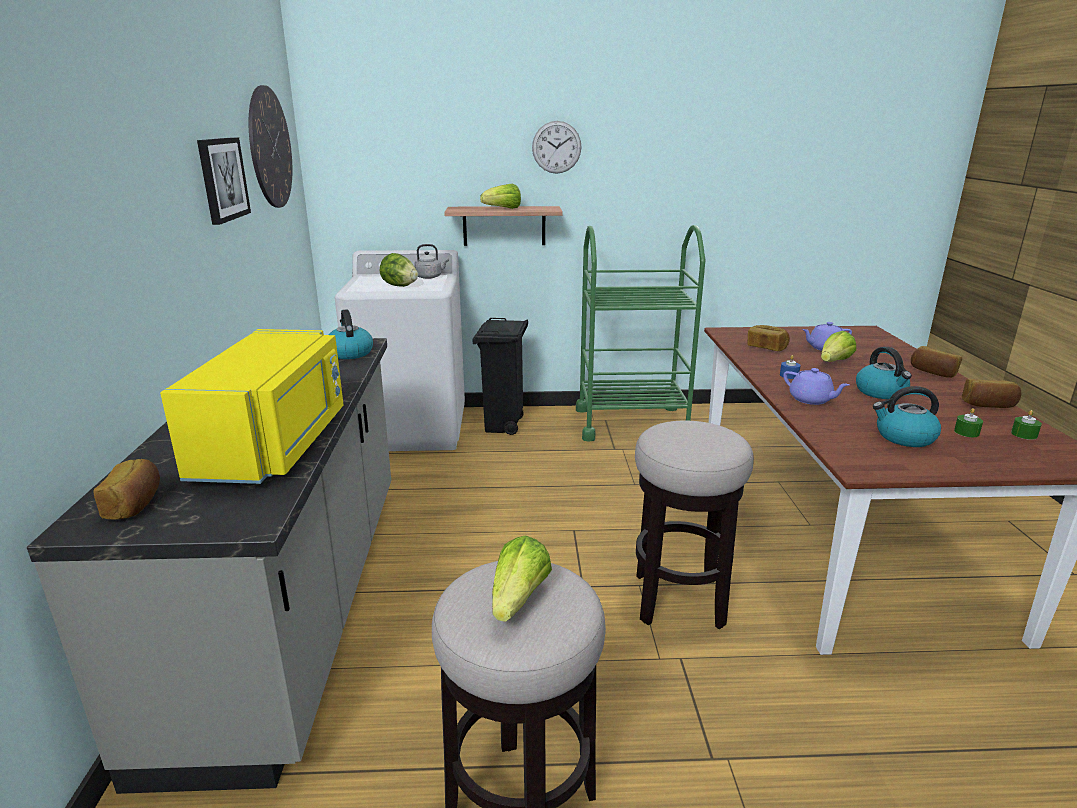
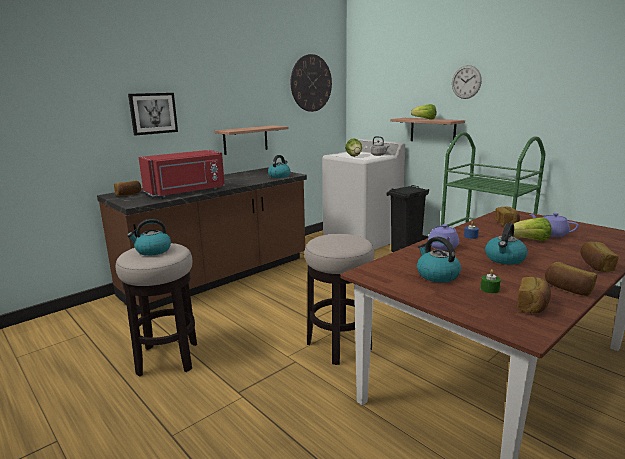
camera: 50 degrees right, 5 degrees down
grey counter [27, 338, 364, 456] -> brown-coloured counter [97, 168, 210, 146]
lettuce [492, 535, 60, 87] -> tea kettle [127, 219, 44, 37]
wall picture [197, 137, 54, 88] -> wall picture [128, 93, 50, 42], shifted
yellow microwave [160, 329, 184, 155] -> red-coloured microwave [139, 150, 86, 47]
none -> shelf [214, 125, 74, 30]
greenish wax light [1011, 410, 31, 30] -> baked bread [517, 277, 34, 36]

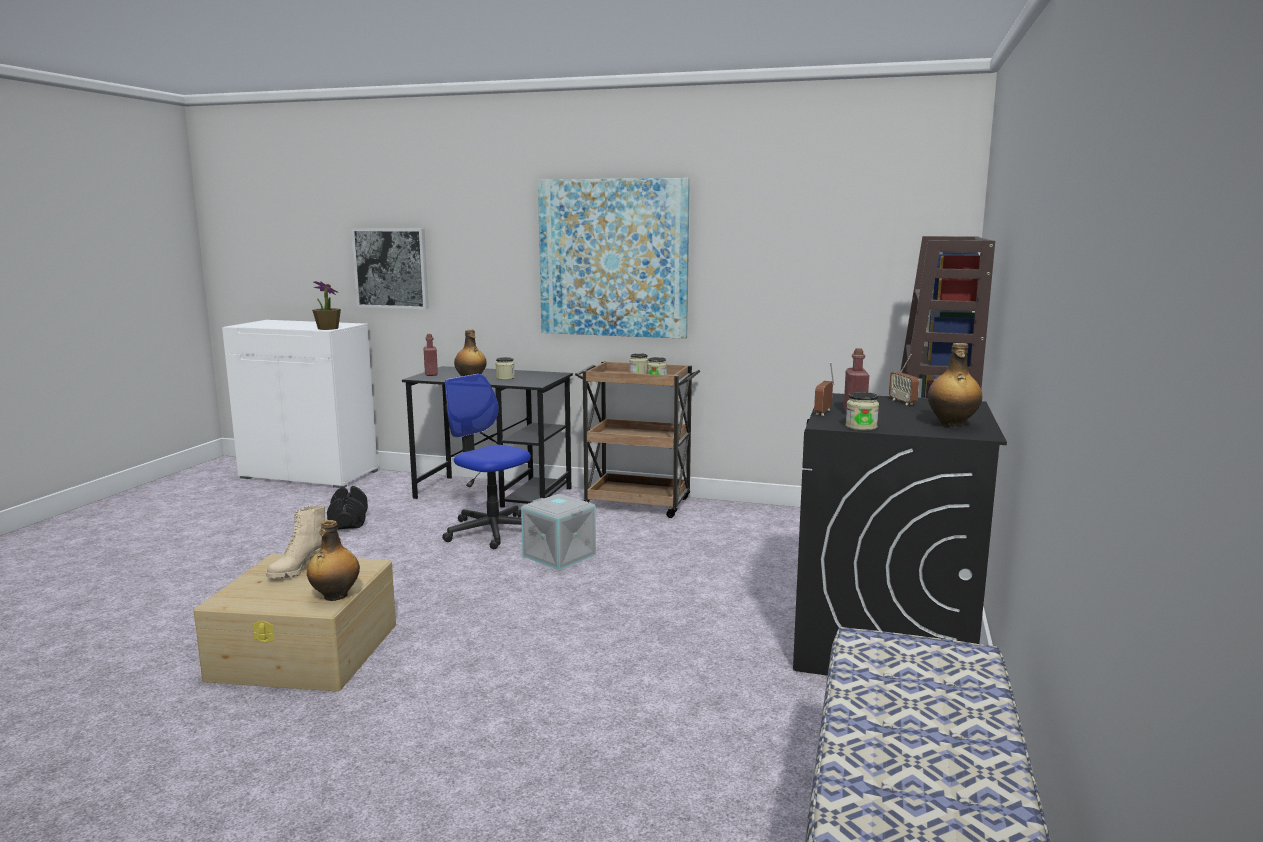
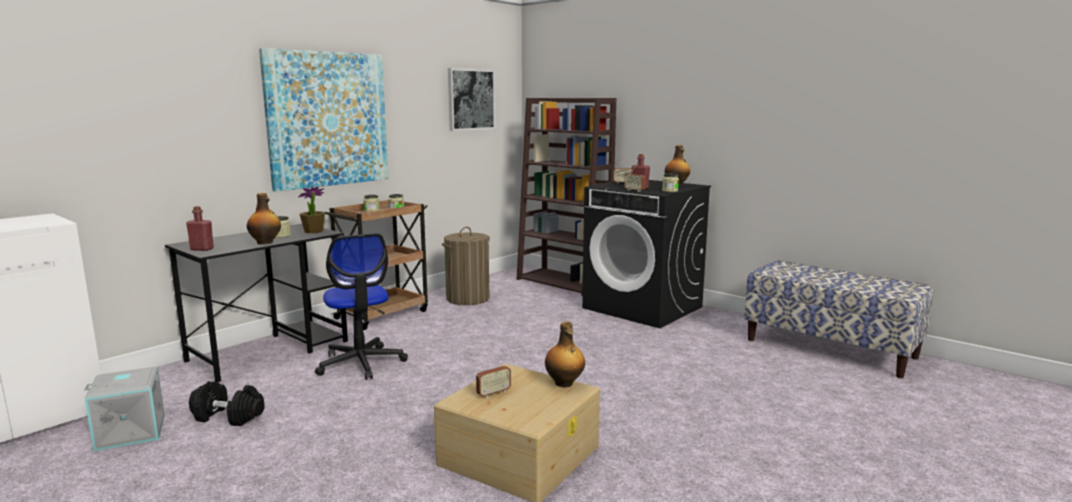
camera: 65 degrees left, 0 degrees up
grey storage container [521, 494, 75, 76] -> grey storage container [84, 367, 81, 84], shifted
houseplant [312, 281, 29, 49] -> houseplant [298, 186, 27, 47], shifted
desk chair [442, 374, 89, 175] -> desk chair [315, 233, 93, 147], 90 degrees counterclockwise
none -> laundry basket [442, 227, 48, 78]
wall picture [351, 228, 78, 81] -> wall picture [448, 68, 47, 63], shifted
beige-coloured tall boot [266, 505, 59, 74] -> radio receiver [476, 351, 35, 47]

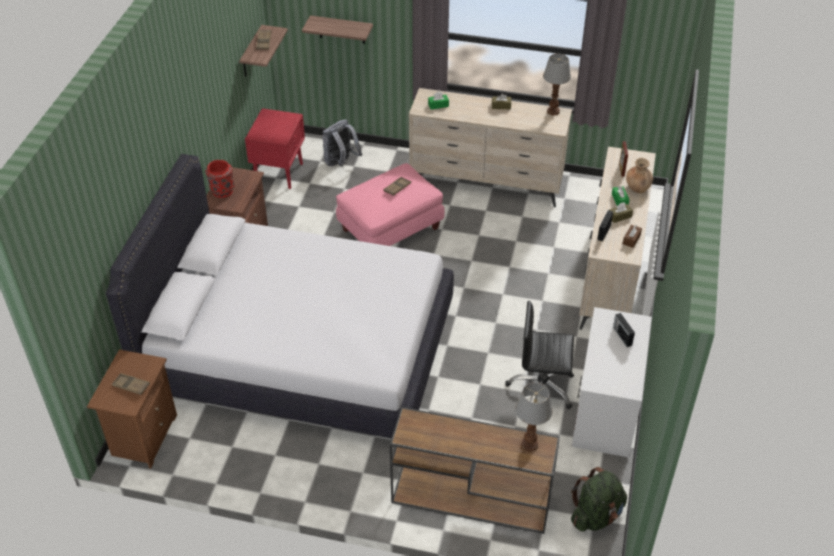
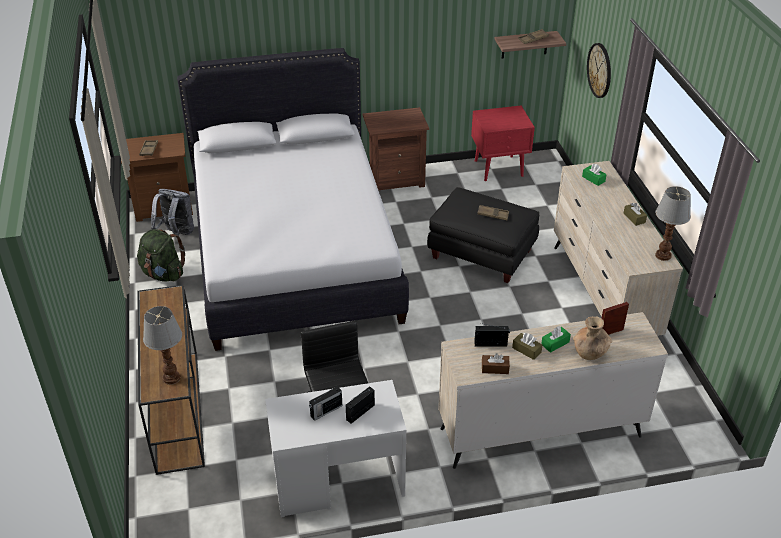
camera: 65 degrees right, 5 degrees down
greenish rucksack [571, 467, 56, 65] -> greenish rucksack [137, 229, 48, 53], shifted
grey rucksack [322, 119, 41, 48] -> grey rucksack [151, 189, 43, 47], shifted
none -> radio receiver [309, 387, 33, 34]
pink footrest [336, 163, 109, 83] -> black footrest [427, 187, 112, 96]
shelf [302, 15, 71, 29] -> wall clock [587, 43, 24, 55]
red-coloured flower vase [206, 160, 28, 38] -> none

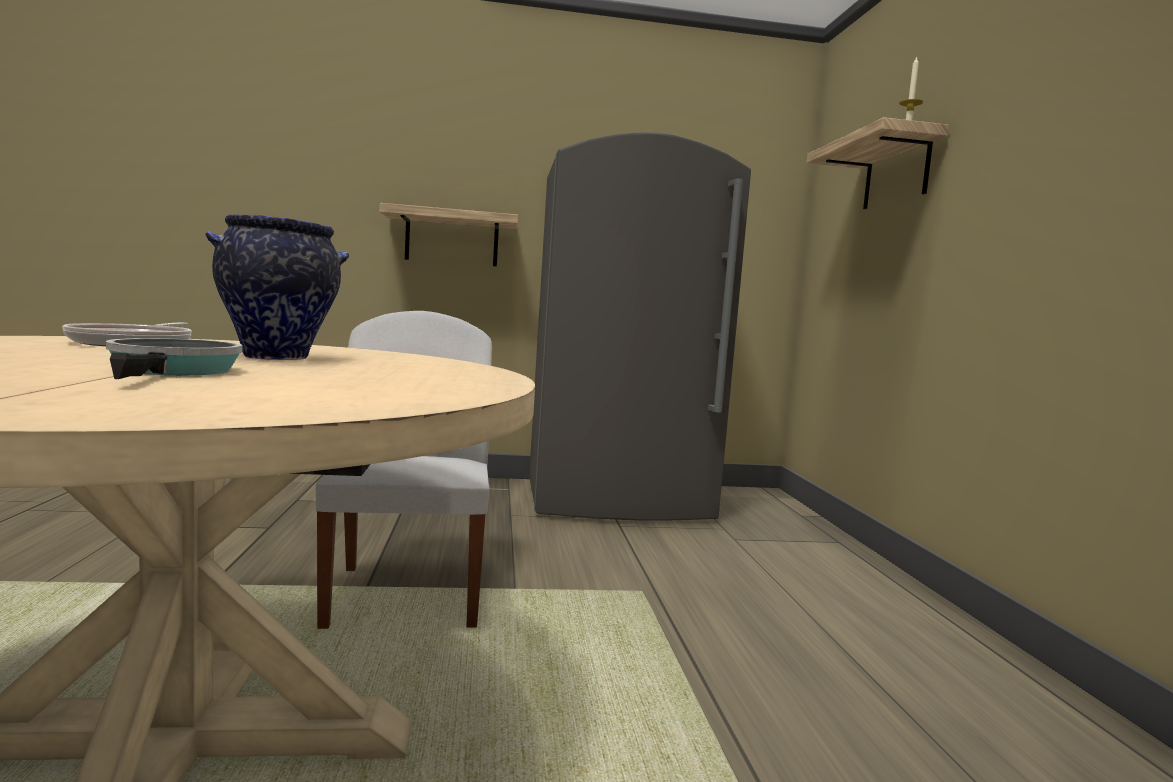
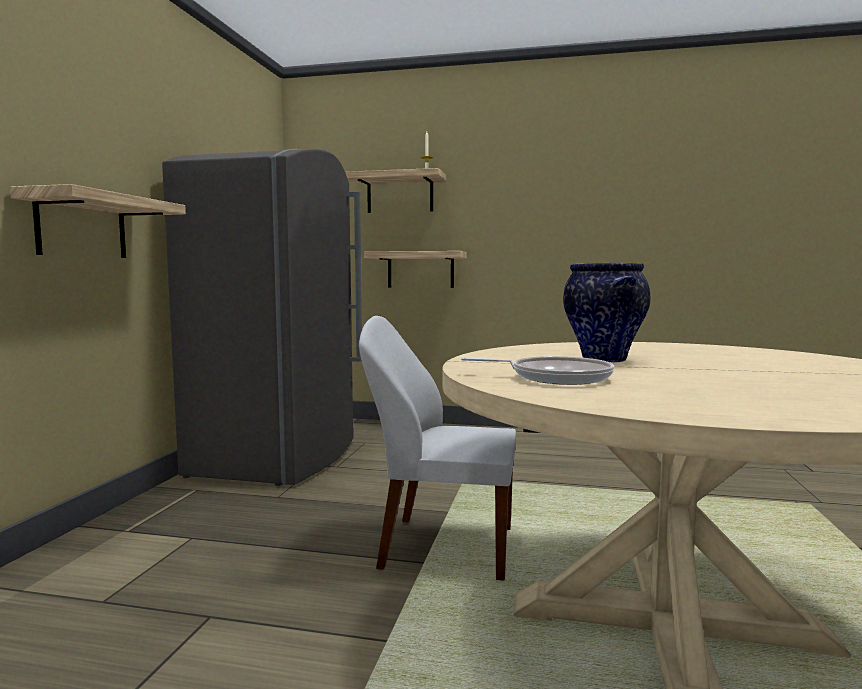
camera: 70 degrees left, 0 degrees up
none -> shelf [364, 251, 103, 37]
pan [106, 338, 136, 41] -> none

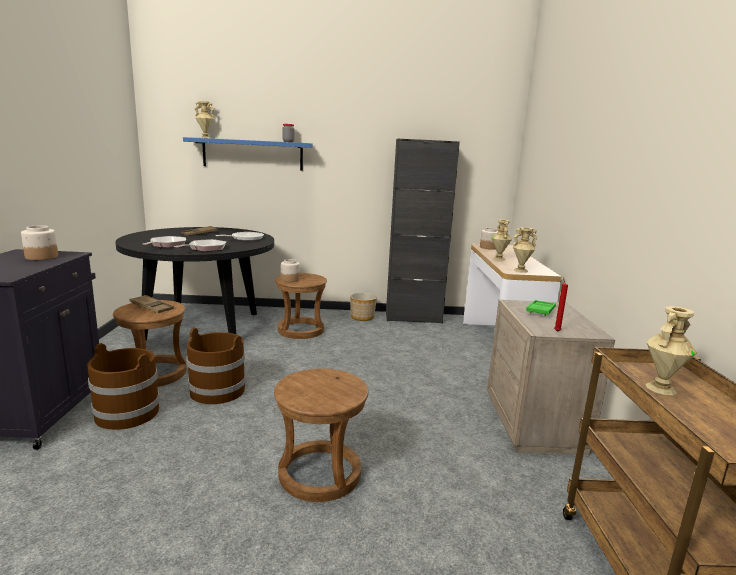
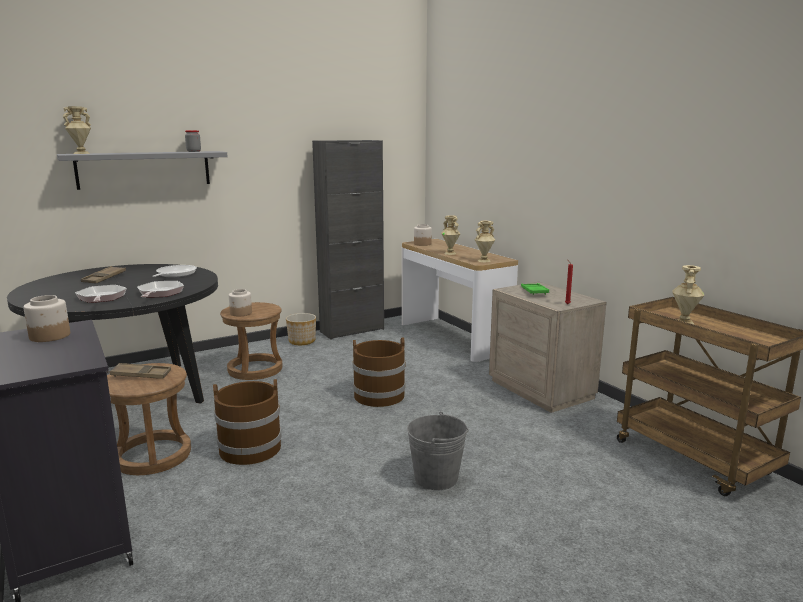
camera: 30 degrees left, 0 degrees up
blue shelf [183, 137, 130, 34] -> grey shelf [57, 151, 171, 39]
brown-coloured bucket [87, 343, 73, 87] -> brown-coloured bucket [353, 337, 52, 70], shifted
brown-coloured sitting stool [274, 369, 95, 133] -> grey bucket [407, 412, 62, 78]

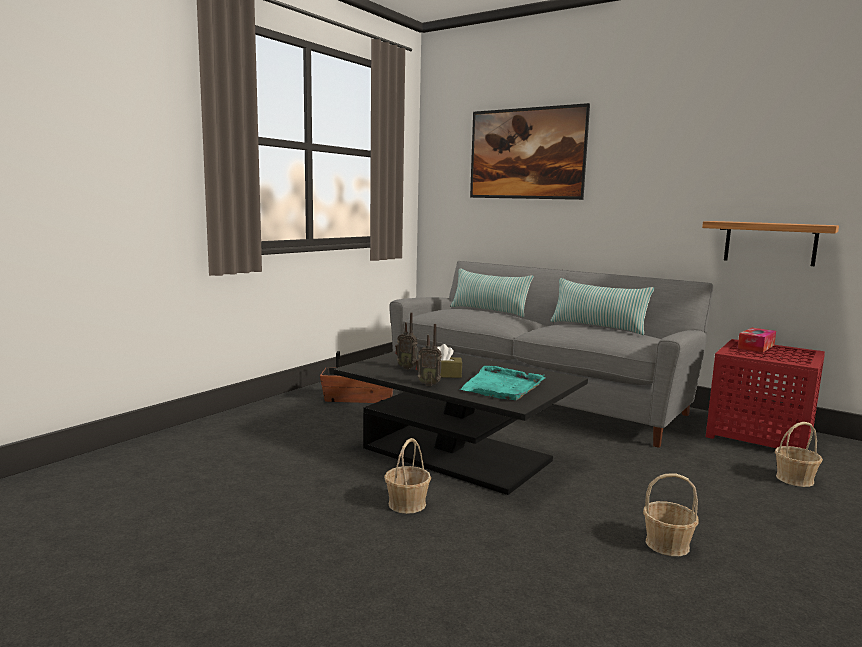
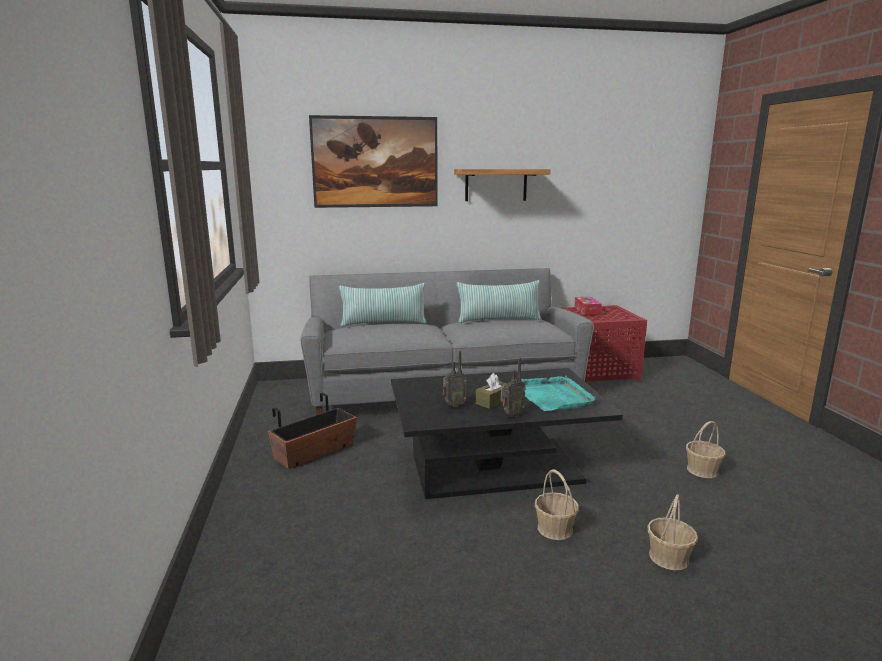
camera: 45 degrees left, 5 degrees up
shelf [702, 221, 137, 45] -> shelf [454, 169, 97, 32], shifted
basket [775, 422, 48, 65] -> basket [647, 494, 51, 76], shifted

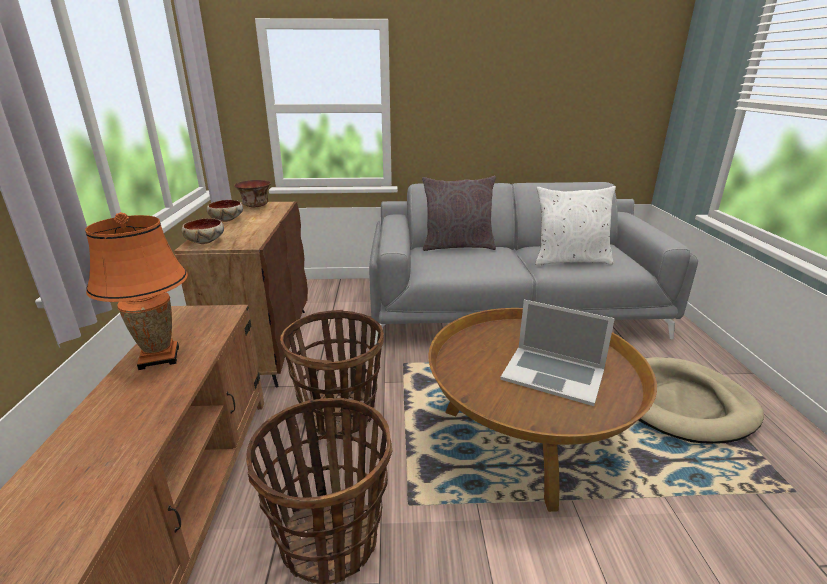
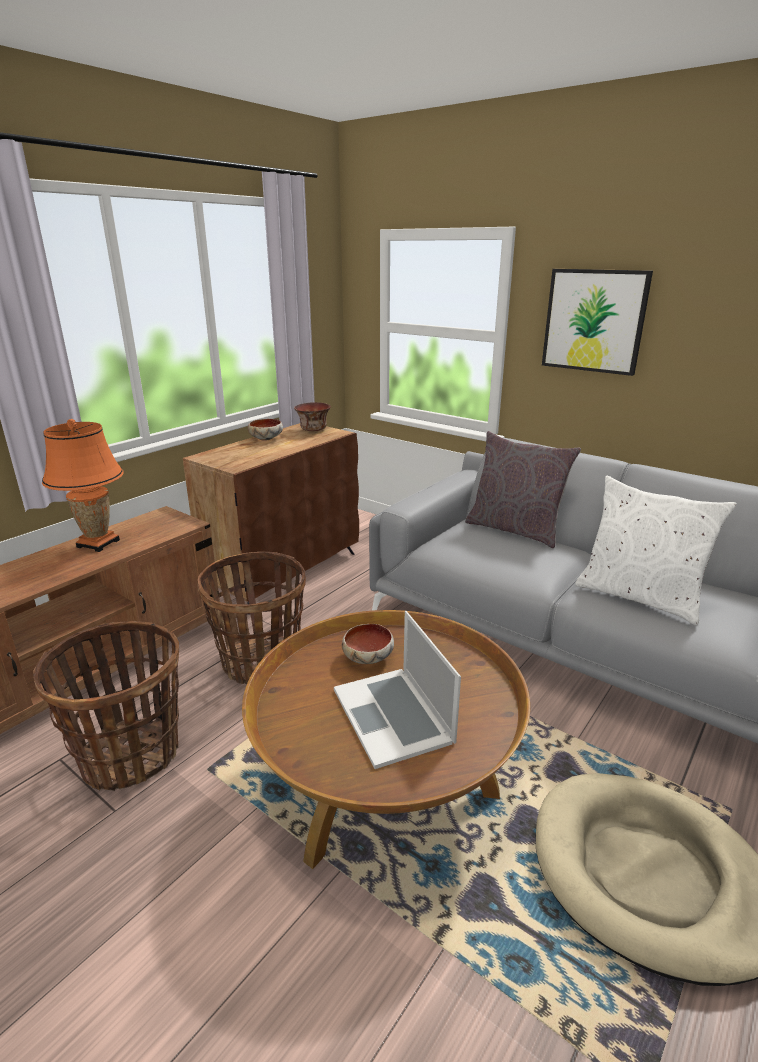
camera: 40 degrees right, 0 degrees up
bowl [182, 218, 42, 26] -> bowl [342, 624, 52, 40], shifted
none -> wall picture [542, 269, 111, 107]

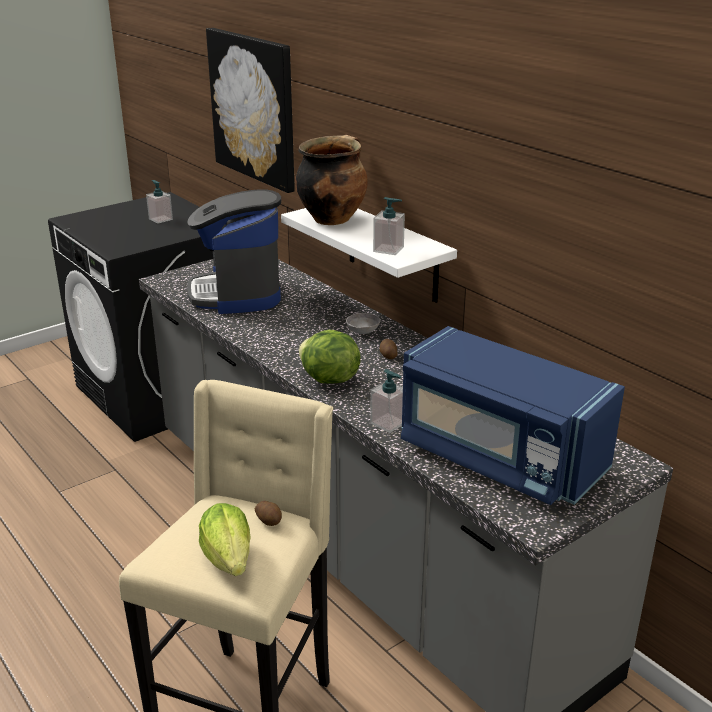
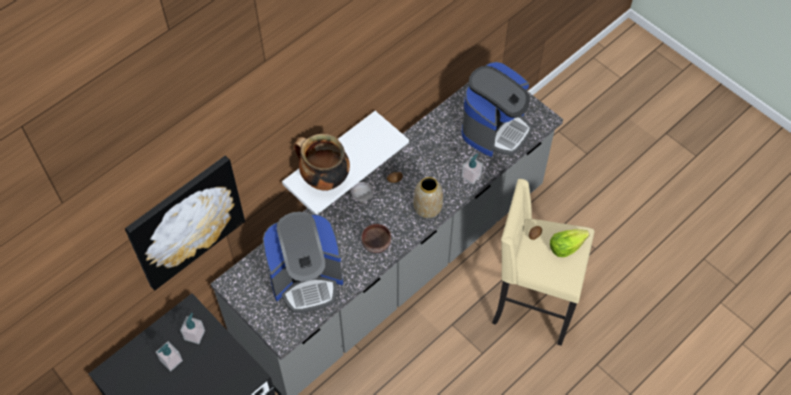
camera: 95 degrees left, 30 degrees up
soap bottle [373, 197, 32, 58] -> soap bottle [180, 313, 25, 31], shifted
none -> brown-coloured bowl [361, 224, 30, 29]
lettuce [299, 330, 62, 54] -> flower vase [413, 177, 30, 41]
blue microwave [401, 326, 224, 179] -> coffee machine [462, 62, 70, 95]

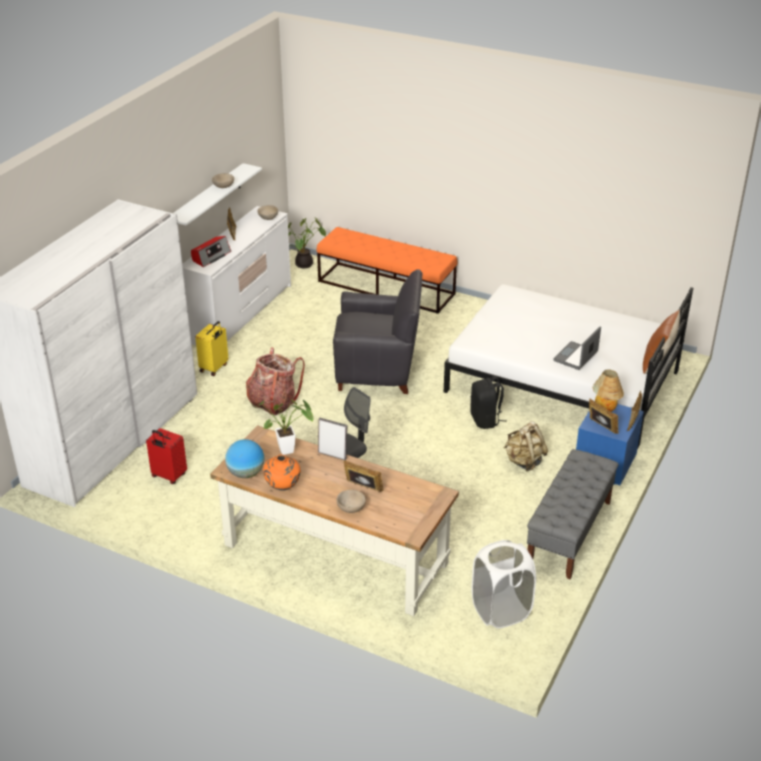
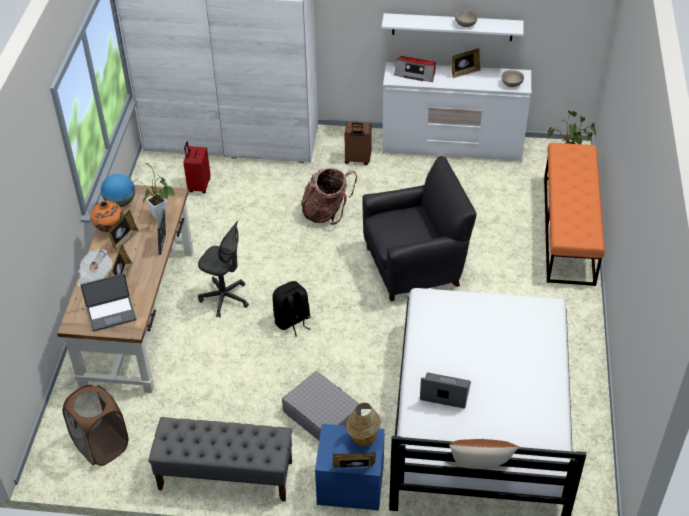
camera: 70 degrees right, 10 degrees up
whitish laundry basket [472, 540, 64, 89] -> brown-coloured laundry basket [62, 385, 66, 81]
beige-coloured bowl [337, 490, 29, 23] -> newspaper [77, 249, 36, 38]
none -> laptop [80, 273, 56, 59]
picture frame [589, 399, 30, 35] -> picture frame [108, 210, 31, 43], shifted
black rucksack [470, 376, 37, 53] -> black rucksack [272, 281, 39, 56], shifted
beige-coloured rucksack [504, 421, 44, 50] -> grey suitcase [282, 371, 79, 69]
yellow suitcase [195, 321, 33, 55] -> brown-coloured suitcase [345, 121, 27, 44]
black easy chair [333, 269, 89, 125] -> black easy chair [363, 156, 114, 145], 90 degrees counterclockwise

